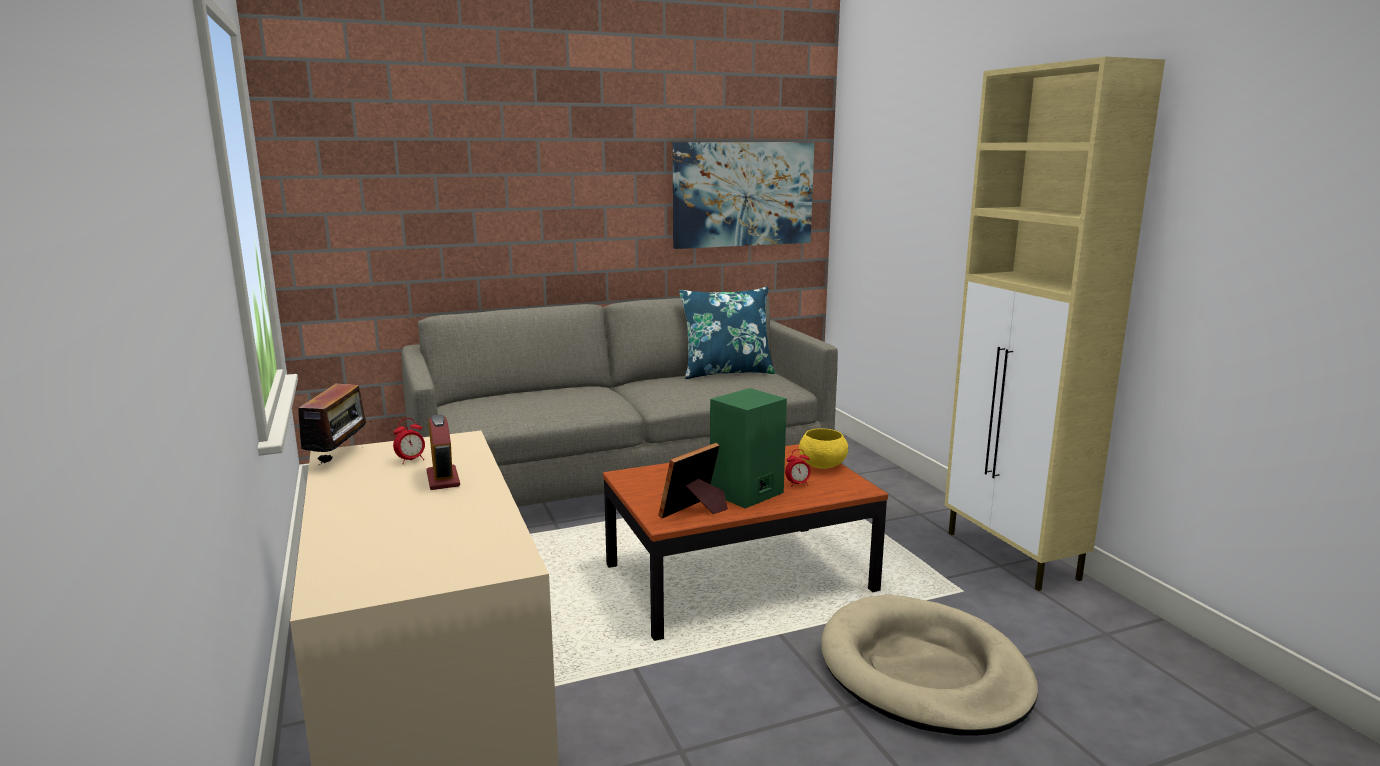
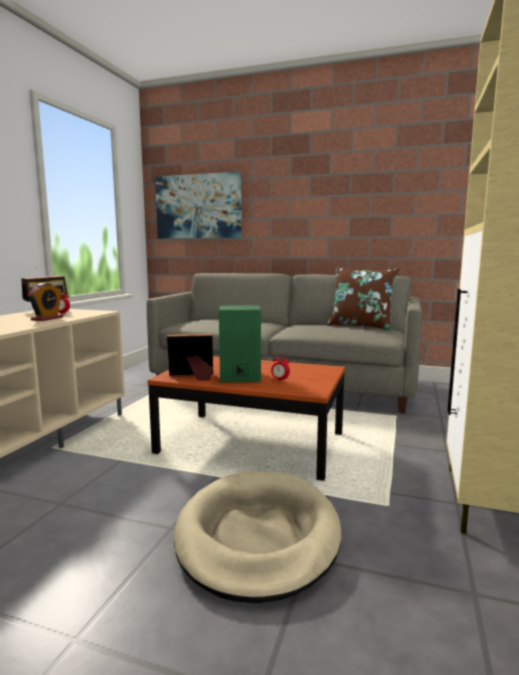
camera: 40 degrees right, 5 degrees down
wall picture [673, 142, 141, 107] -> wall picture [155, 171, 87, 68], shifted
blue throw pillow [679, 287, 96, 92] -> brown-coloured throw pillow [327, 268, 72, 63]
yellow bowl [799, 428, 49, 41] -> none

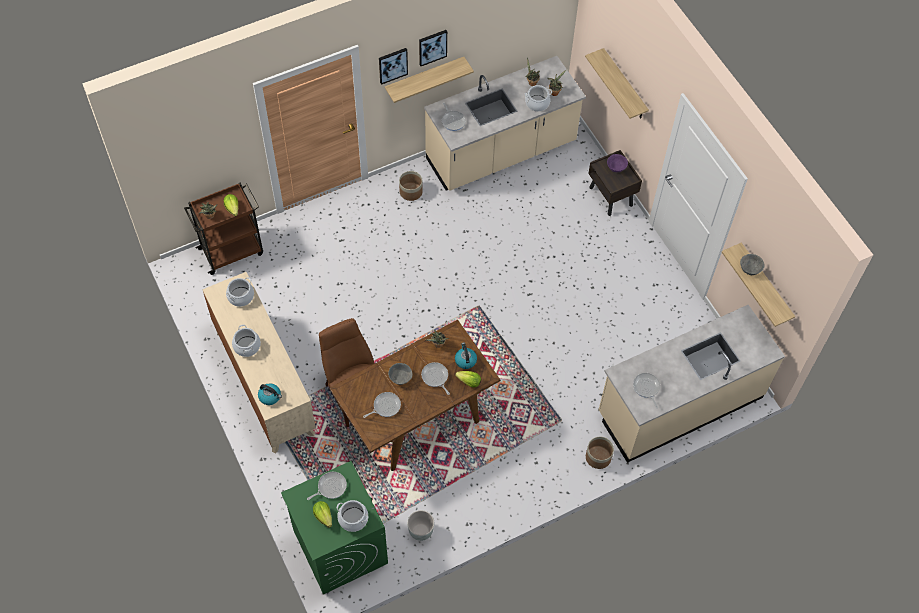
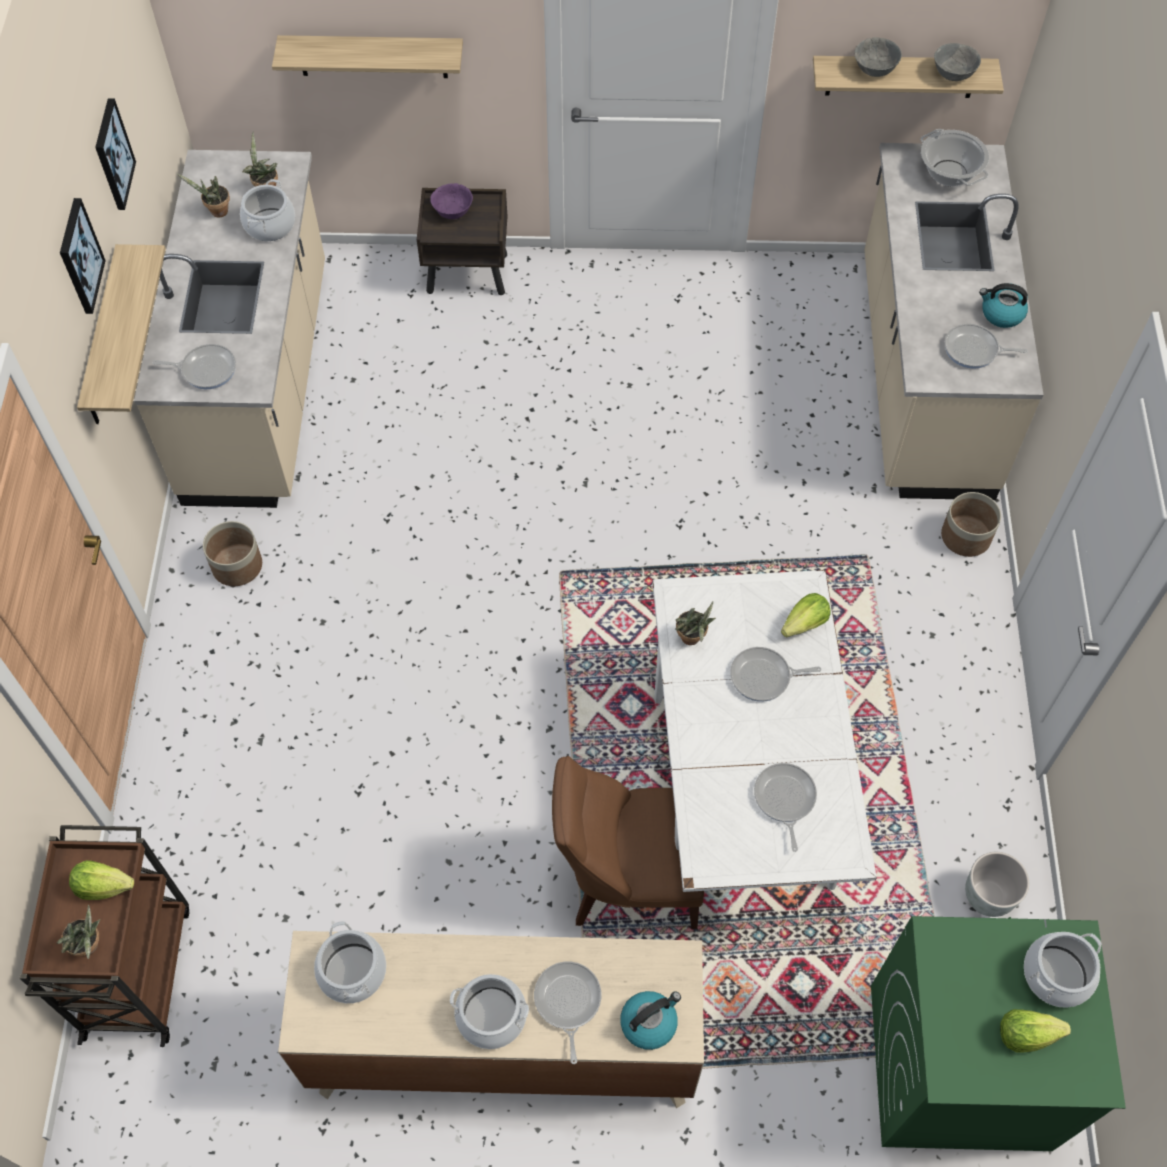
camera: 60 degrees left, 0 degrees up
wall picture [379, 48, 29, 37] -> wall picture [95, 98, 41, 112], shifted
pan [307, 472, 40, 28] -> pan [534, 962, 67, 102], shifted
brown-coloured kitchen table [329, 320, 171, 151] -> whitish kitchen table [652, 570, 225, 322]
none -> cooking pot [920, 129, 69, 57]
grey bowl [388, 363, 24, 22] -> grey bowl [934, 43, 47, 38], shifted
tea kettle [455, 342, 22, 27] -> tea kettle [979, 283, 49, 45], shifted

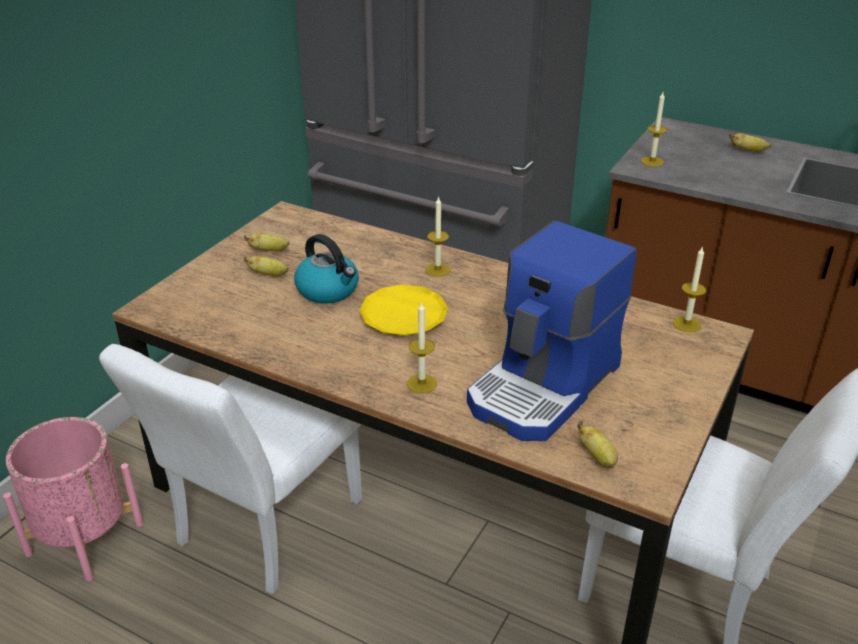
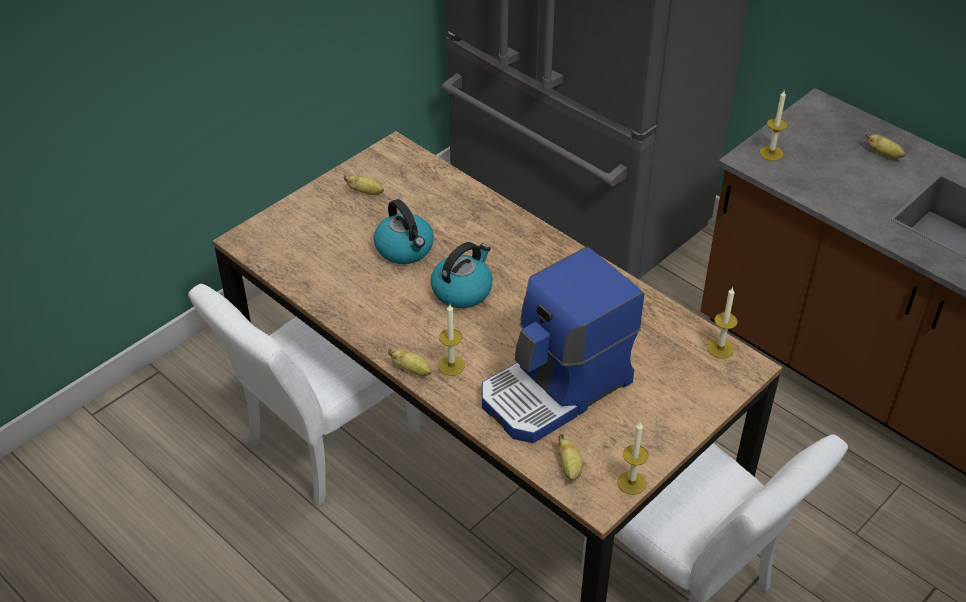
camera: 15 degrees right, 10 degrees up
banana [244, 256, 44, 20] -> banana [388, 349, 44, 27], shifted
yellow flat dish [359, 284, 89, 52] -> tea kettle [431, 242, 62, 66]
wax light [426, 196, 25, 81] -> wax light [617, 422, 31, 73], shifted
pink flower pot [3, 417, 140, 164] -> none

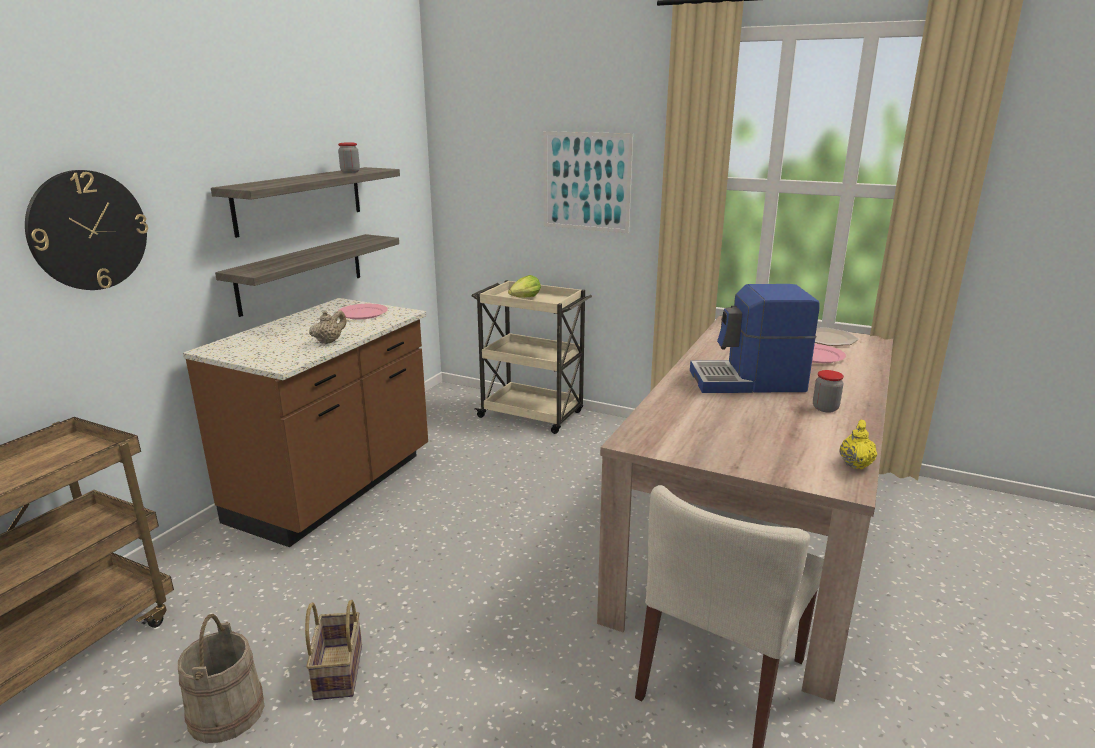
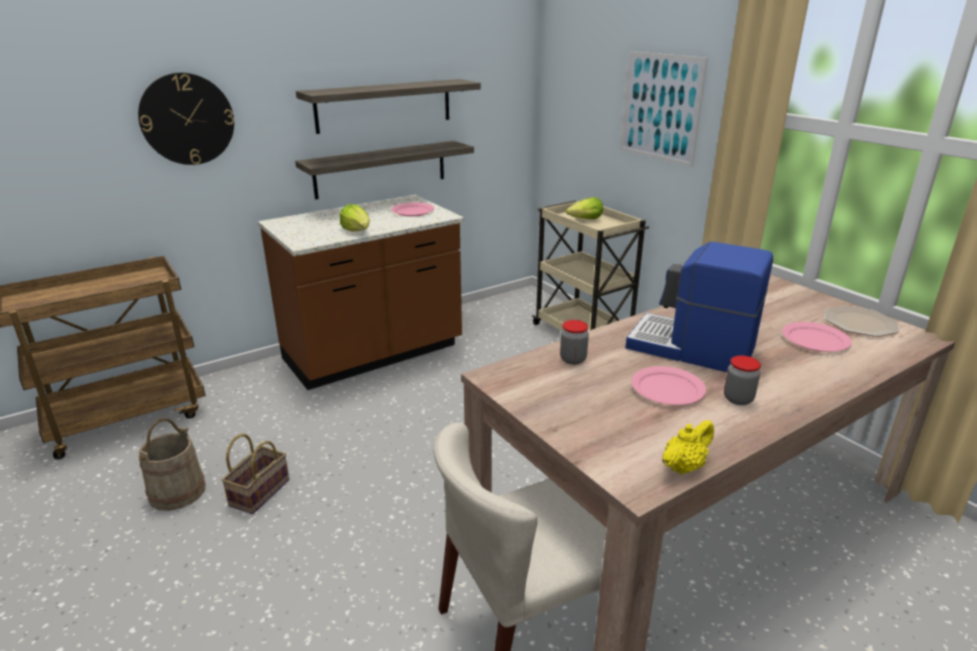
camera: 30 degrees right, 5 degrees up
beige-coloured pot for tea [309, 310, 38, 34] -> lettuce [340, 204, 30, 27]
jar [338, 142, 22, 31] -> jar [560, 320, 29, 45], shifted
none -> pink flat dish [631, 366, 75, 39]

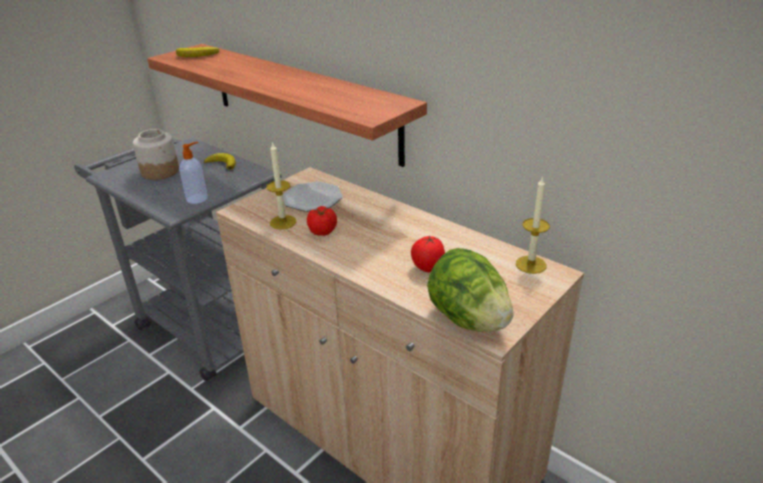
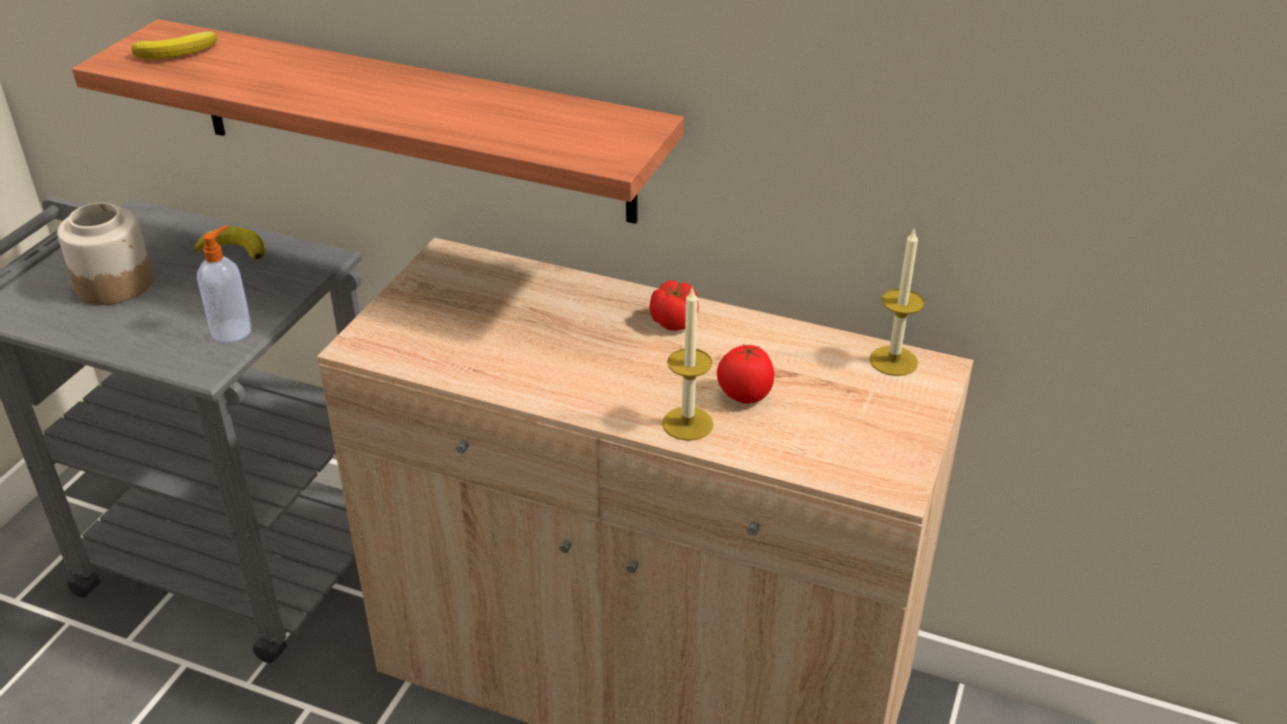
camera: 20 degrees left, 5 degrees up
tomato [307, 206, 30, 30] -> tomato [649, 280, 50, 51], shifted
wax light [267, 142, 29, 88] -> wax light [662, 287, 51, 154], shifted
flat dish [283, 181, 60, 31] -> none
lettuce [427, 248, 86, 84] -> none

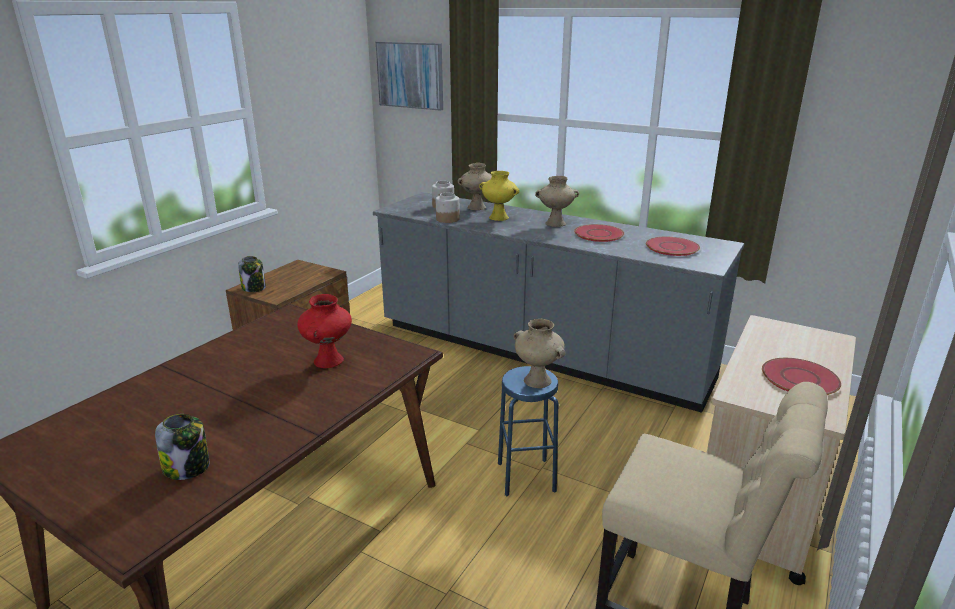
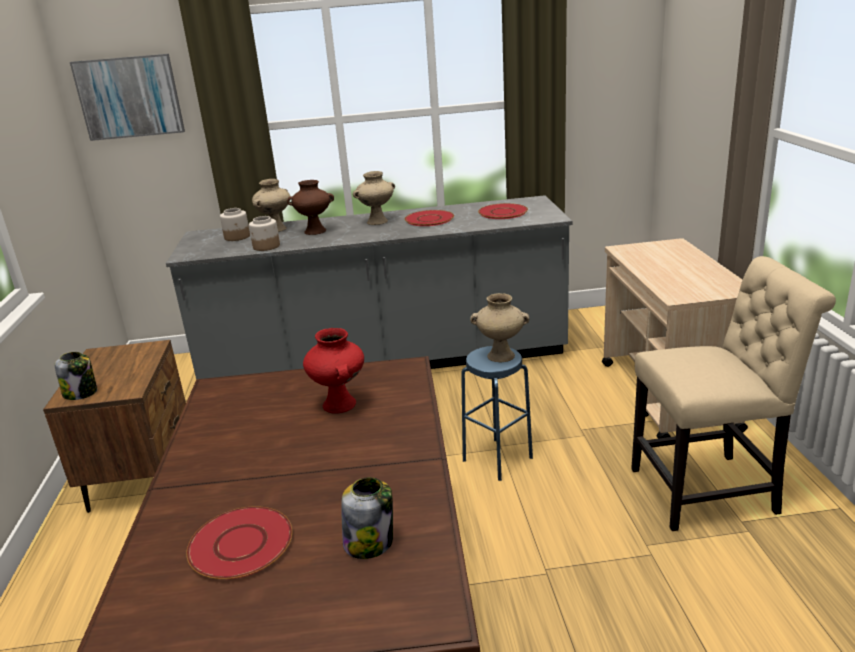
camera: 35 degrees left, 0 degrees up
red-coloured flat dish [762, 358, 79, 37] -> red-coloured flat dish [186, 506, 106, 73], shifted
yellow flower vase [479, 171, 40, 50] -> brown-coloured flower vase [287, 180, 47, 55]

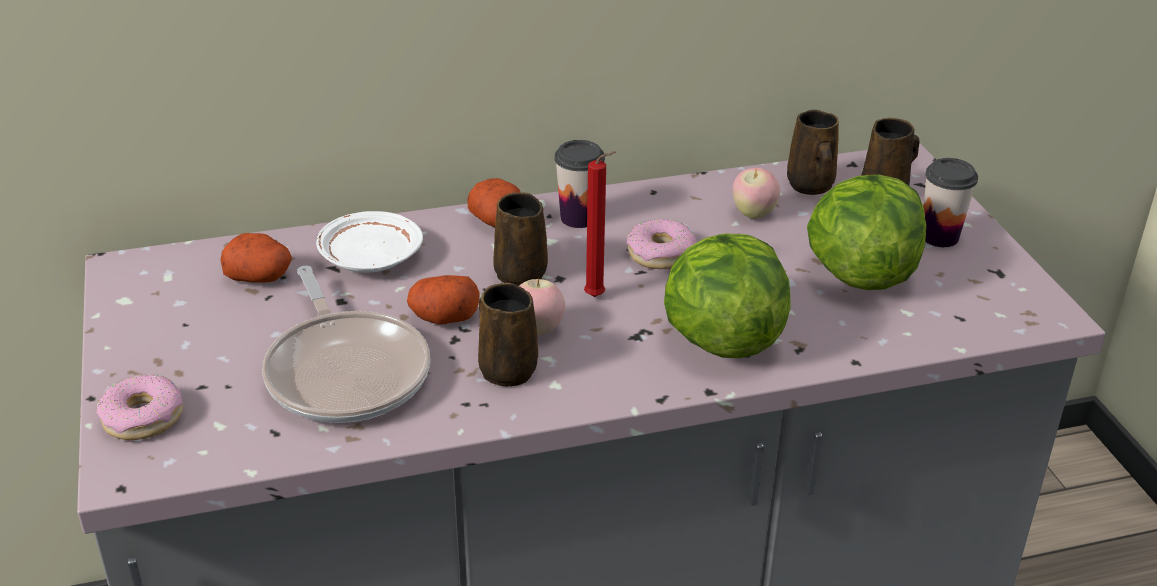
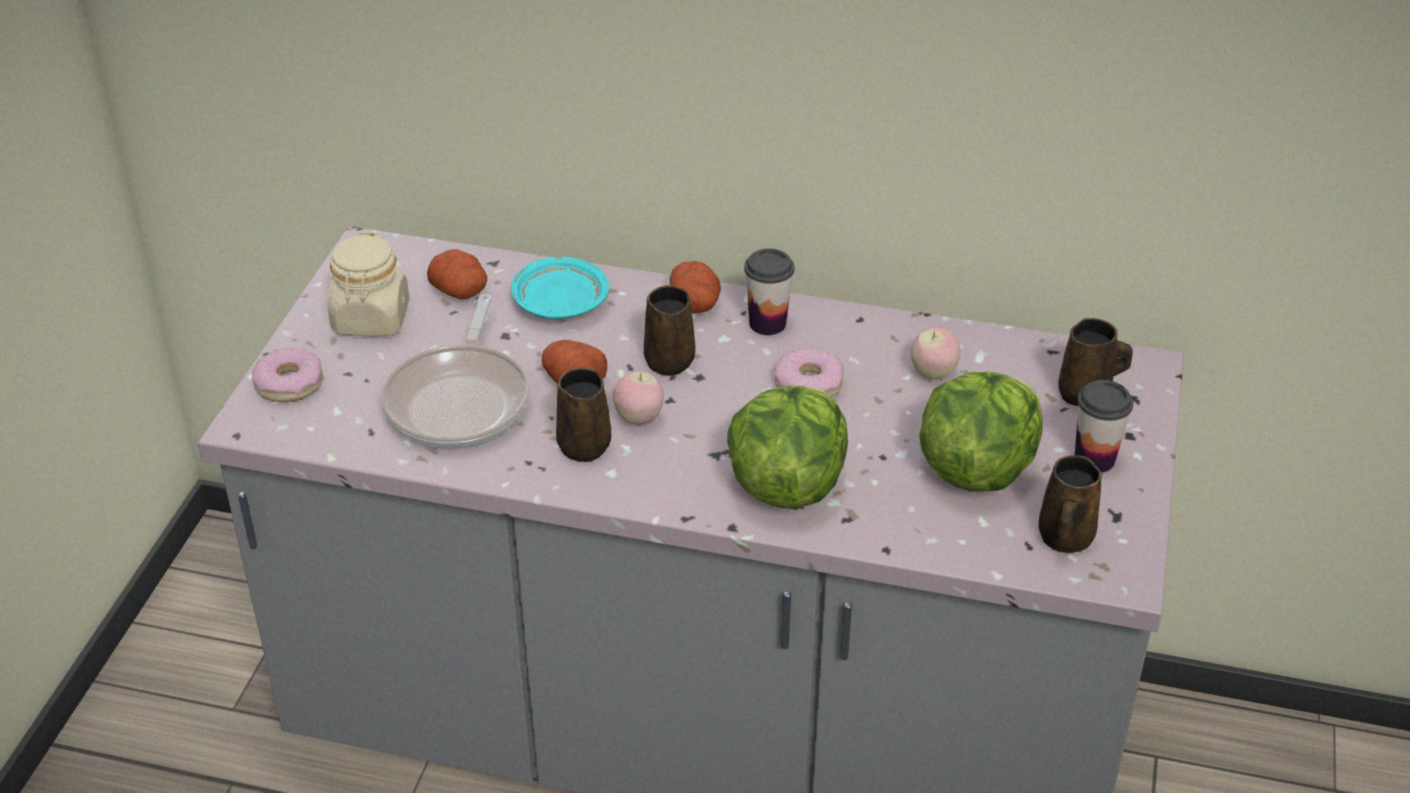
camera: 30 degrees right, 5 degrees up
none -> beige-coloured jar [328, 232, 82, 105]
whitish flat dish [316, 211, 107, 62] -> turquoise flat dish [511, 257, 98, 62]
brown-coloured mug [787, 110, 52, 85] -> brown-coloured mug [1039, 455, 63, 98], shifted
red-coloured wax light [584, 151, 32, 146] -> none

